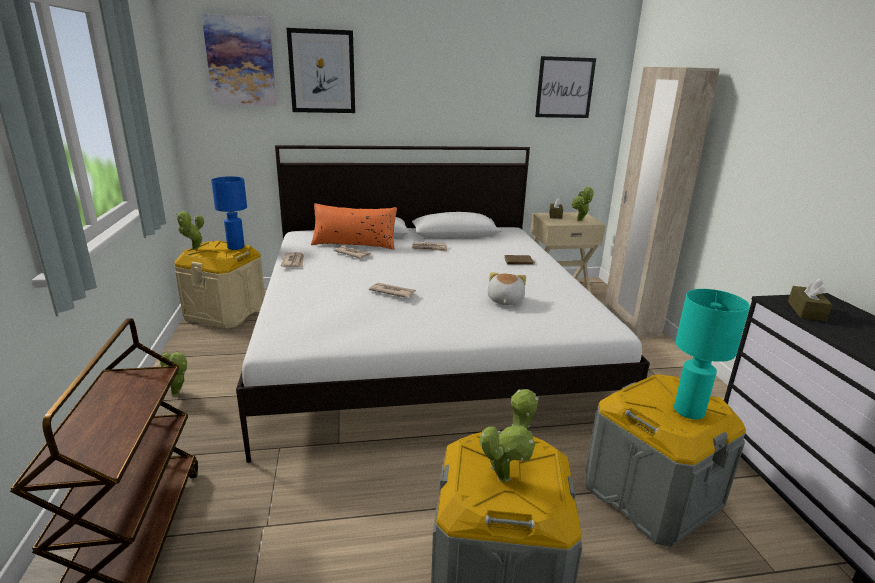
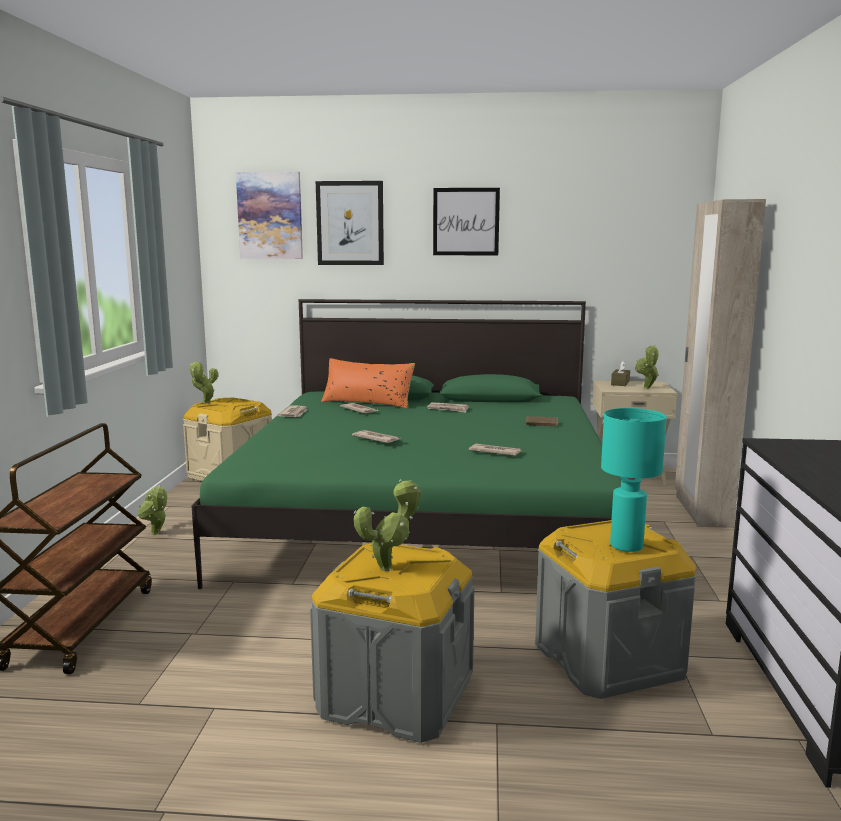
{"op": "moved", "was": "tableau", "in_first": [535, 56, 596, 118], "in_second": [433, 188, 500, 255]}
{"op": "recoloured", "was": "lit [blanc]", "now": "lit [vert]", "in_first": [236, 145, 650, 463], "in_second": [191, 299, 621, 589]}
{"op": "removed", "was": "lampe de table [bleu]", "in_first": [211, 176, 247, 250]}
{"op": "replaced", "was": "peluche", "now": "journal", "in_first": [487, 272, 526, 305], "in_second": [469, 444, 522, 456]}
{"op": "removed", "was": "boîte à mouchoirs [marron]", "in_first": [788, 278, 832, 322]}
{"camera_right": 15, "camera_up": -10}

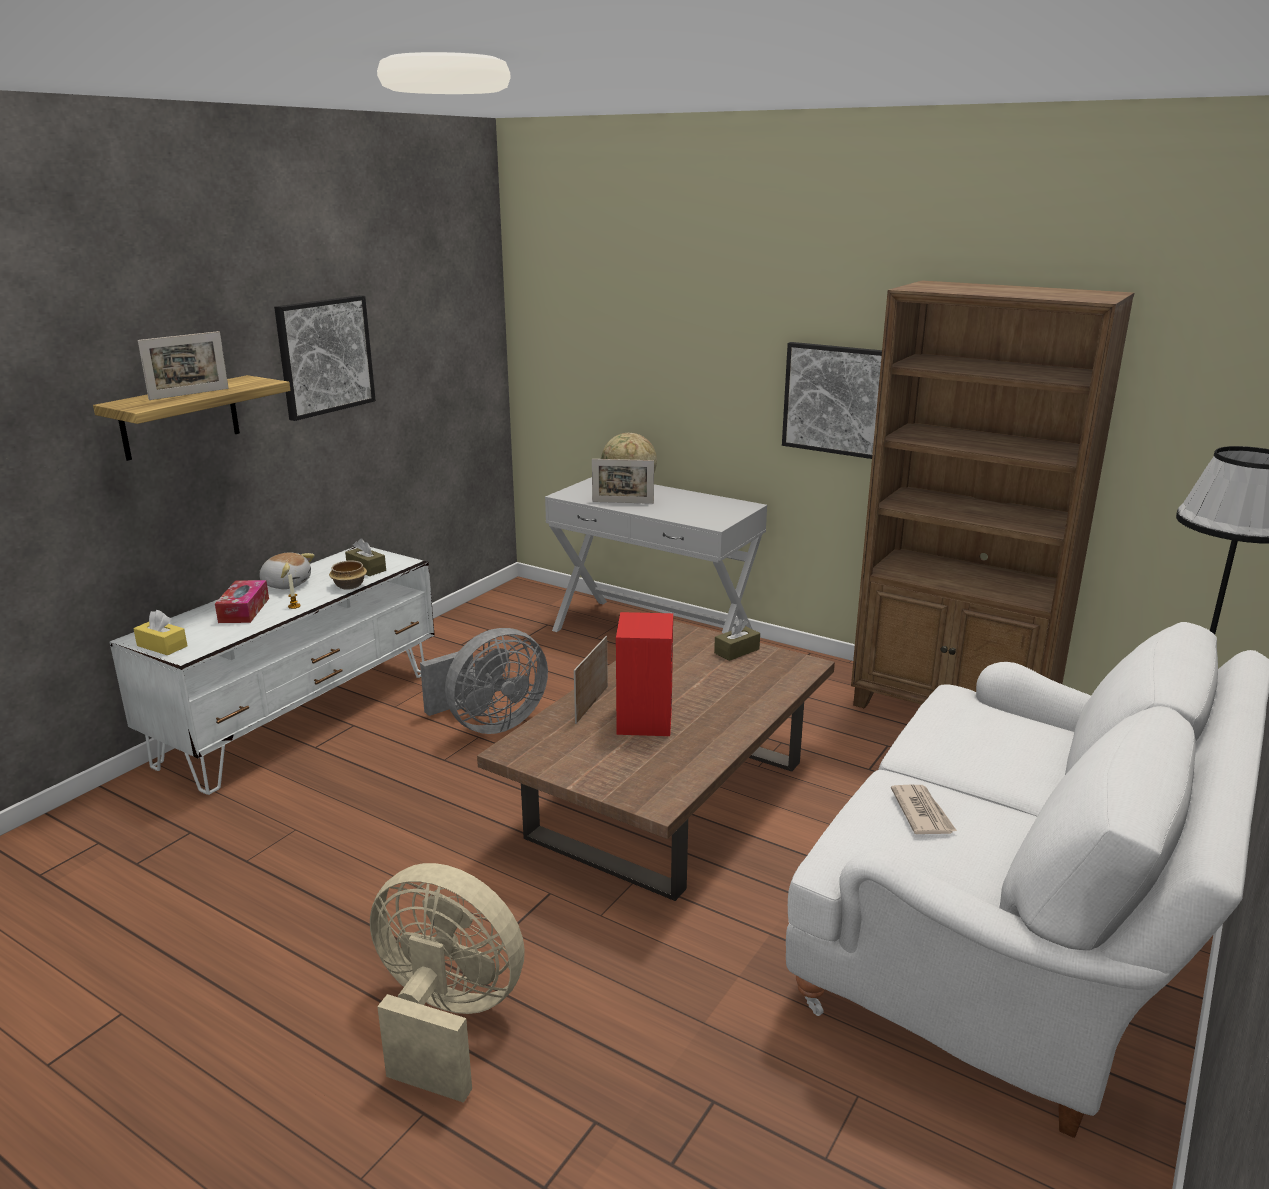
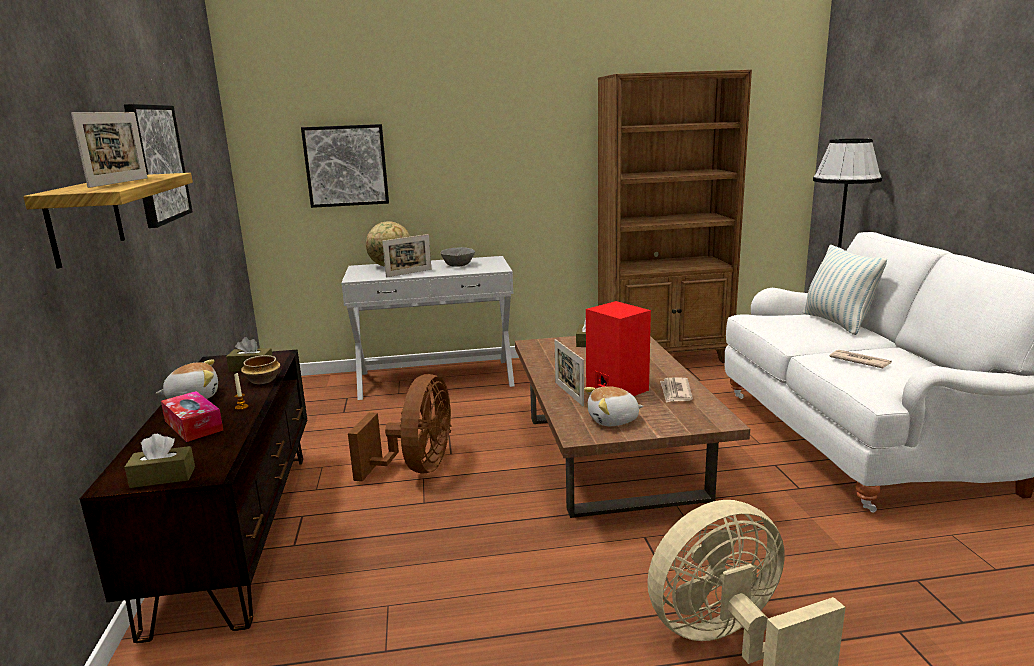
{"op": "moved", "was": "tableau", "in_first": [782, 342, 882, 459], "in_second": [301, 124, 389, 208]}
{"op": "recoloured", "was": "meuble télé [blanc]", "now": "meuble télé [marron]", "in_first": [109, 547, 435, 795], "in_second": [80, 350, 307, 643]}
{"op": "recoloured", "was": "boîte à mouchoirs [jaune]", "now": "boîte à mouchoirs [marron]", "in_first": [133, 610, 187, 655], "in_second": [125, 434, 195, 488]}
{"op": "recoloured", "was": "ventilateur [gris]", "now": "ventilateur [marron]", "in_first": [420, 628, 548, 734], "in_second": [348, 374, 452, 482]}
{"op": "added", "now": "coussin", "in_second": [803, 245, 887, 335]}
{"op": "added", "now": "bol [gris]", "in_second": [440, 247, 475, 267]}
{"op": "added", "now": "journal", "in_second": [660, 377, 693, 403]}
{"op": "added", "now": "peluche", "in_second": [584, 386, 643, 426]}
{"camera_right": -40, "camera_up": -5}

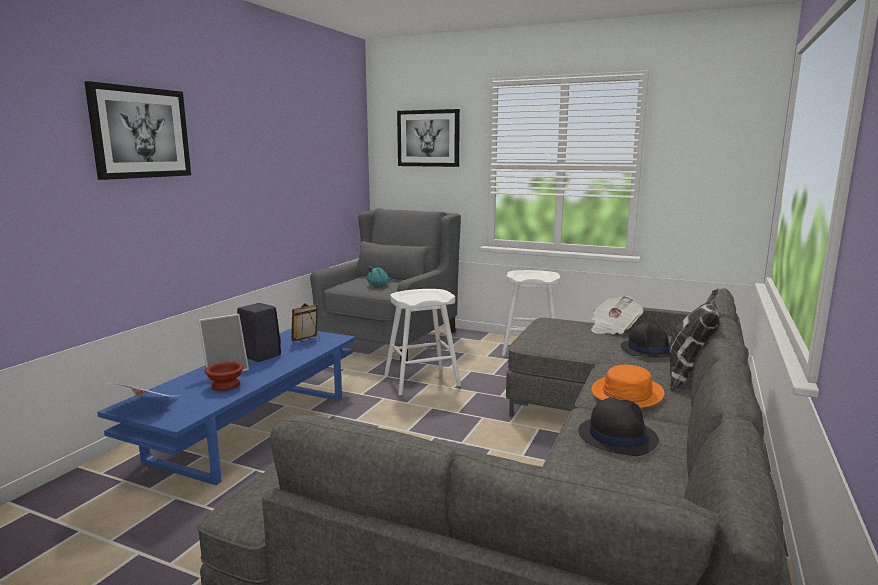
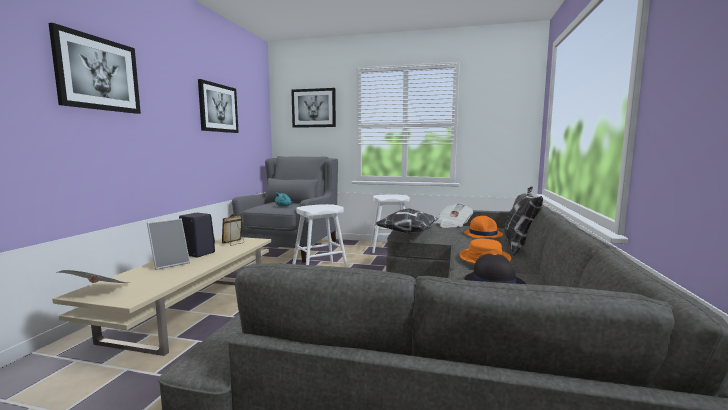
{"op": "recoloured", "was": "chapeau [noir]", "now": "chapeau [orange]", "in_first": [620, 322, 670, 357], "in_second": [464, 216, 503, 238]}
{"op": "recoloured", "was": "table basse [bleu]", "now": "table basse [beige]", "in_first": [97, 328, 356, 485], "in_second": [52, 236, 271, 356]}
{"op": "removed", "was": "bol [marron]", "in_first": [205, 362, 244, 391]}
{"op": "added", "now": "tableau", "in_second": [198, 79, 239, 133]}
{"op": "added", "now": "coussin", "in_second": [376, 208, 439, 234]}
{"camera_right": -10, "camera_up": -5}

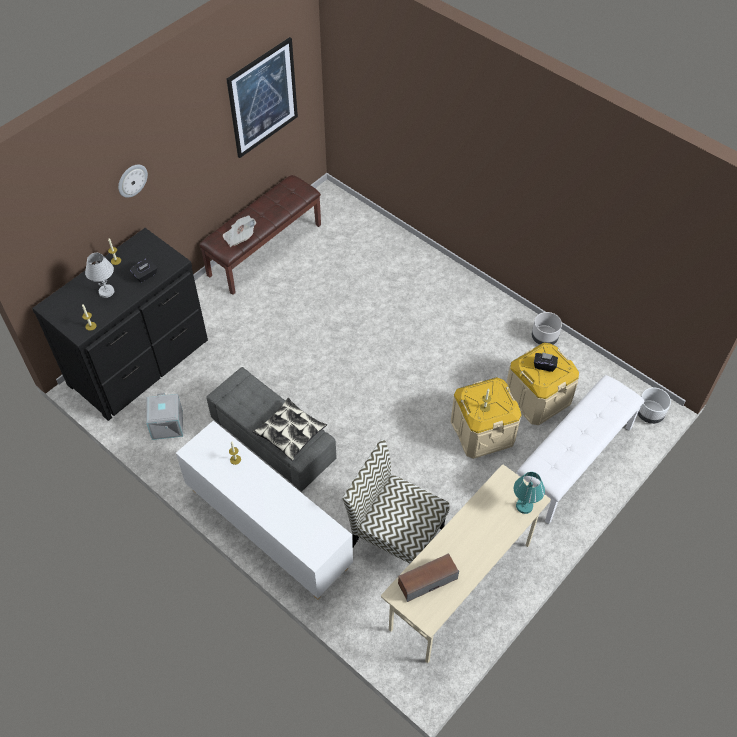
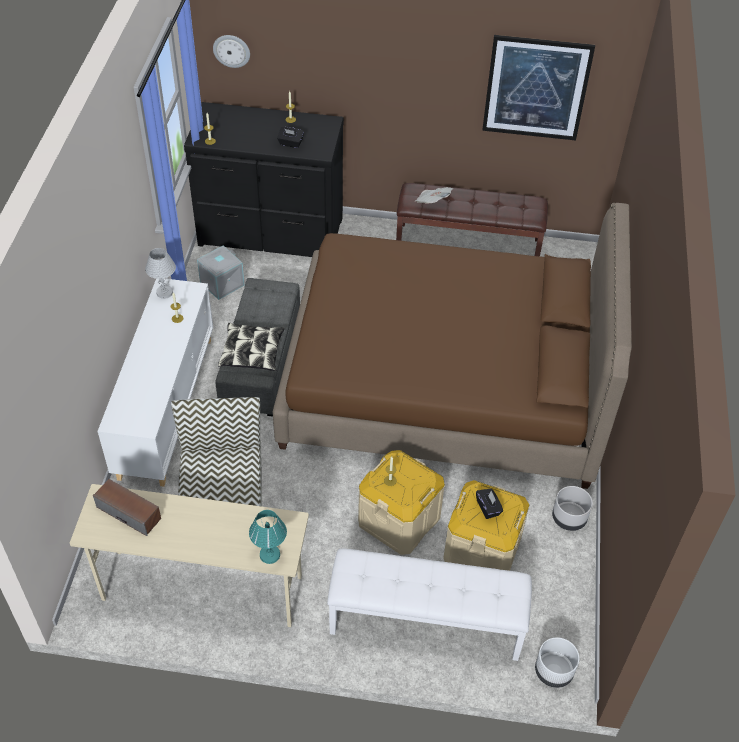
{"op": "moved", "was": "horloge murale", "in_first": [118, 165, 148, 198], "in_second": [213, 35, 250, 68]}
{"op": "moved", "was": "lampe de table [blanc]", "in_first": [85, 253, 114, 298], "in_second": [145, 248, 176, 299]}
{"op": "added", "now": "lit [marron]", "in_second": [273, 203, 632, 489]}
{"camera_right": 55, "camera_up": -5}

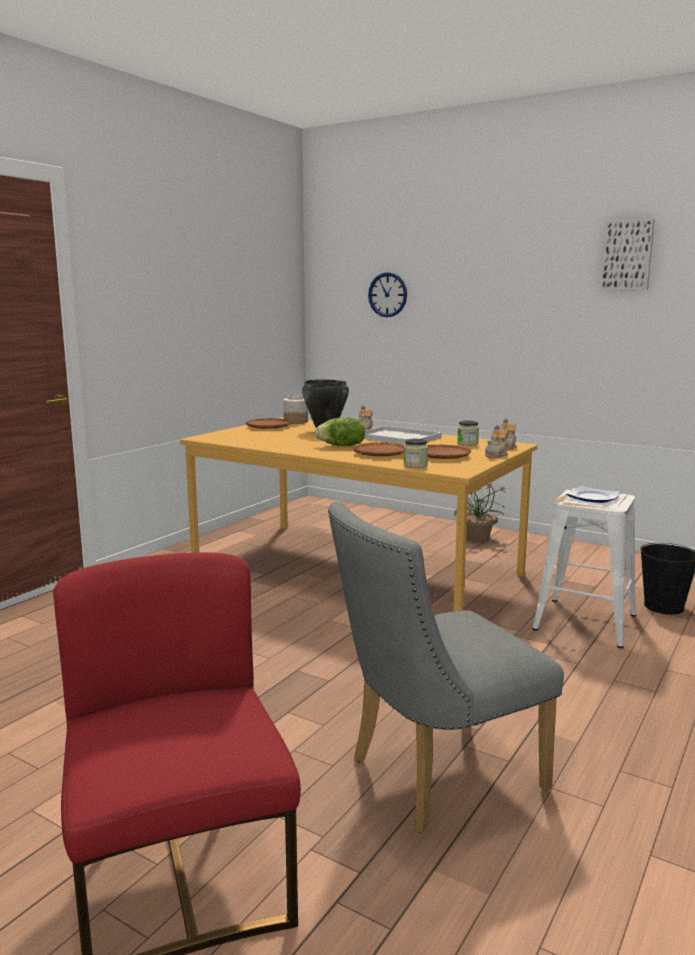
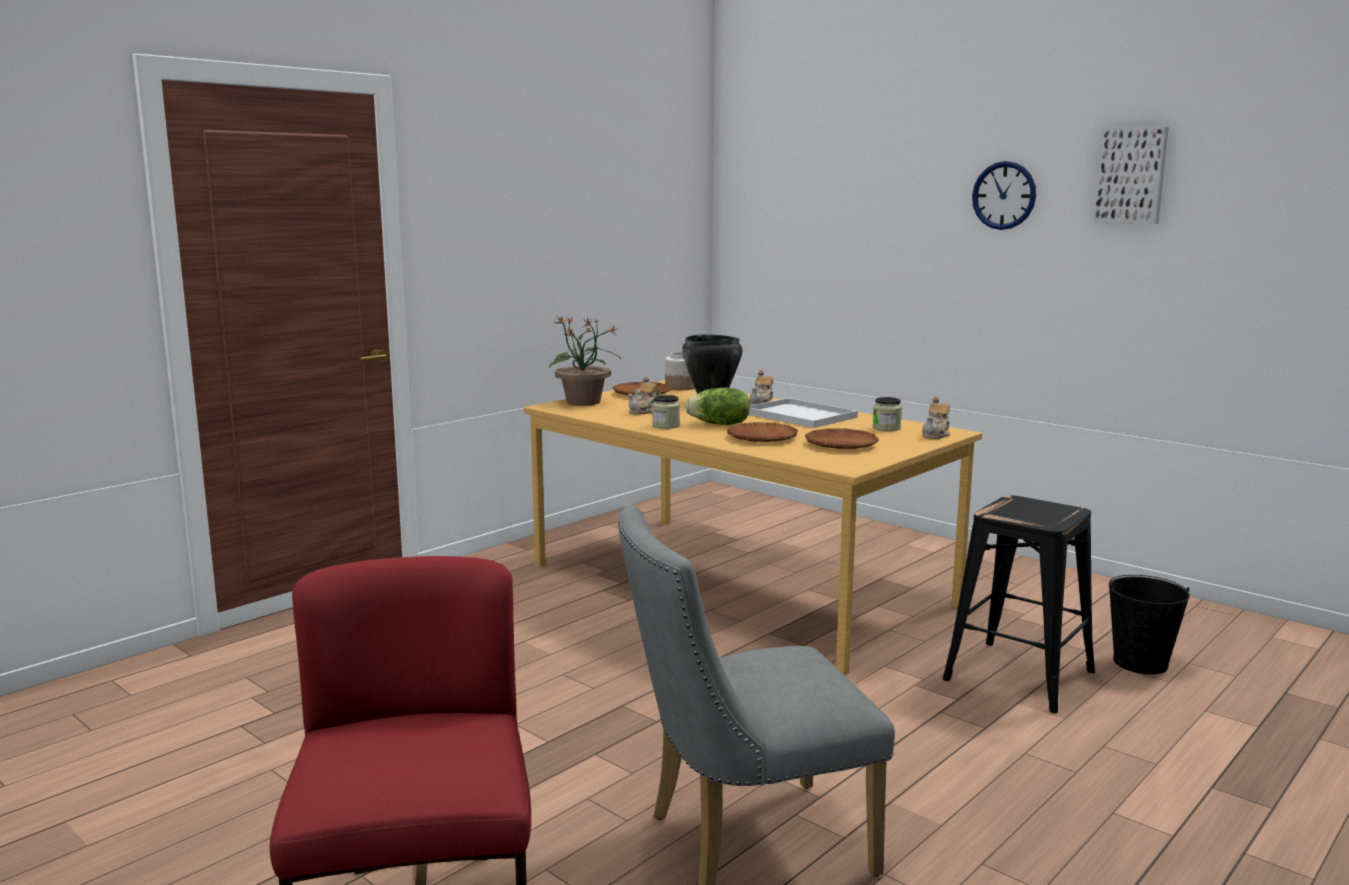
{"op": "moved", "was": "horloge murale", "in_first": [368, 272, 407, 317], "in_second": [972, 161, 1036, 230]}
{"op": "moved", "was": "théière", "in_first": [485, 425, 508, 458], "in_second": [628, 377, 662, 415]}
{"op": "moved", "was": "bocal", "in_first": [404, 439, 428, 468], "in_second": [652, 395, 680, 429]}
{"op": "moved", "was": "plante en pot", "in_first": [454, 483, 507, 542], "in_second": [549, 316, 621, 406]}
{"op": "removed", "was": "assiette", "in_first": [567, 486, 620, 503]}
{"op": "recoloured", "was": "tabouret [blanc]", "now": "tabouret [noir]", "in_first": [532, 488, 636, 648], "in_second": [943, 495, 1095, 713]}
{"camera_right": 10, "camera_up": 0}

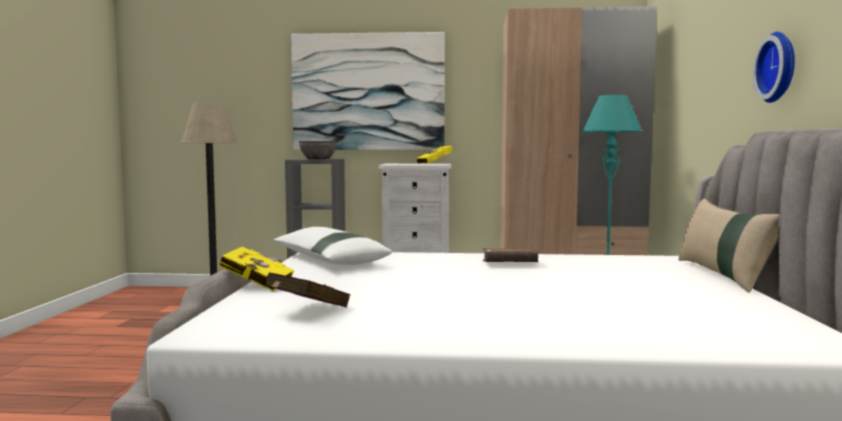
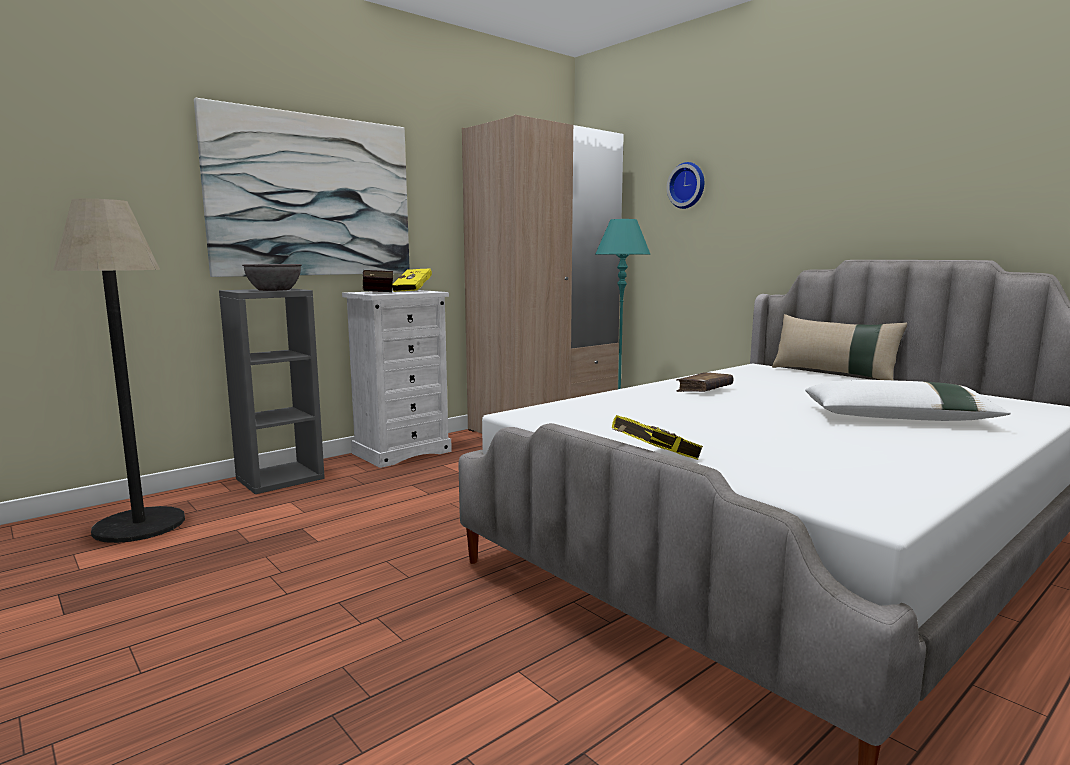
{"op": "moved", "was": "horloge murale", "in_first": [753, 32, 795, 103], "in_second": [667, 162, 704, 209]}
{"op": "moved", "was": "coussin [blanc]", "in_first": [274, 227, 392, 265], "in_second": [805, 380, 1011, 421]}
{"op": "moved", "was": "livre [rouge]", "in_first": [266, 272, 351, 307], "in_second": [363, 270, 393, 292]}
{"camera_right": -45, "camera_up": 5}

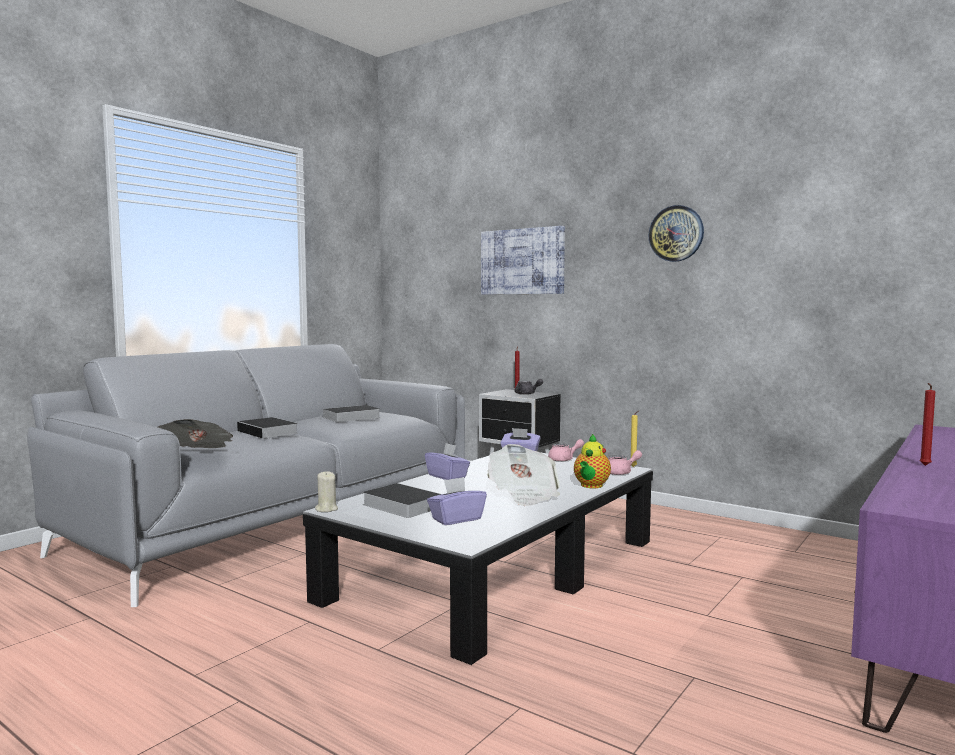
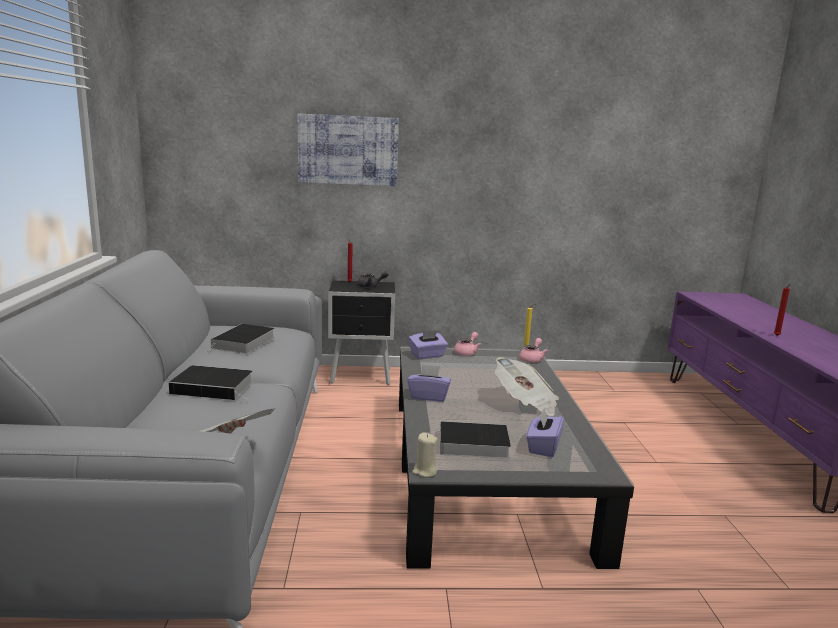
{"op": "removed", "was": "horloge murale", "in_first": [649, 205, 704, 262]}
{"op": "removed", "was": "théière", "in_first": [574, 434, 611, 488]}
{"camera_right": -40, "camera_up": 10}

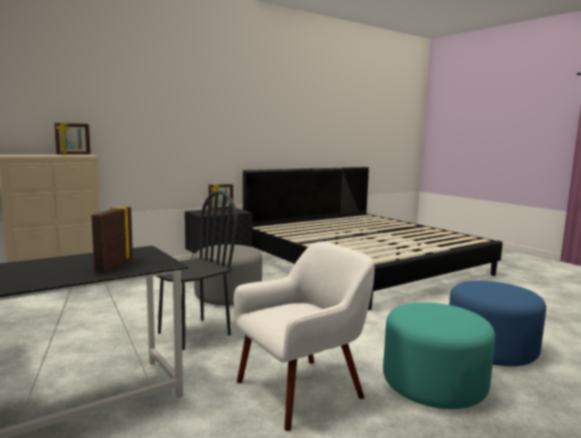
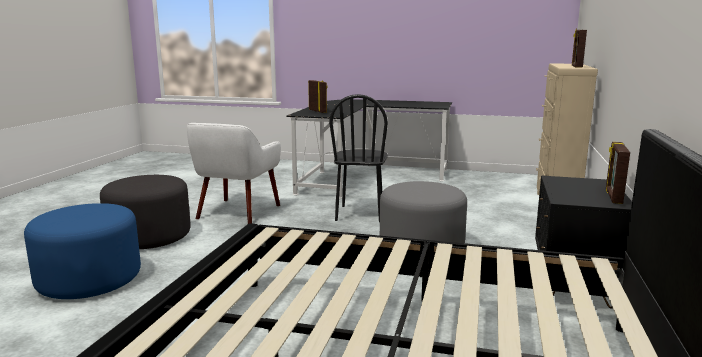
{"op": "recoloured", "was": "pouf [turquoise]", "now": "pouf [gris]", "in_first": [383, 302, 495, 409], "in_second": [100, 175, 191, 249]}
{"camera_right": 140, "camera_up": 5}

